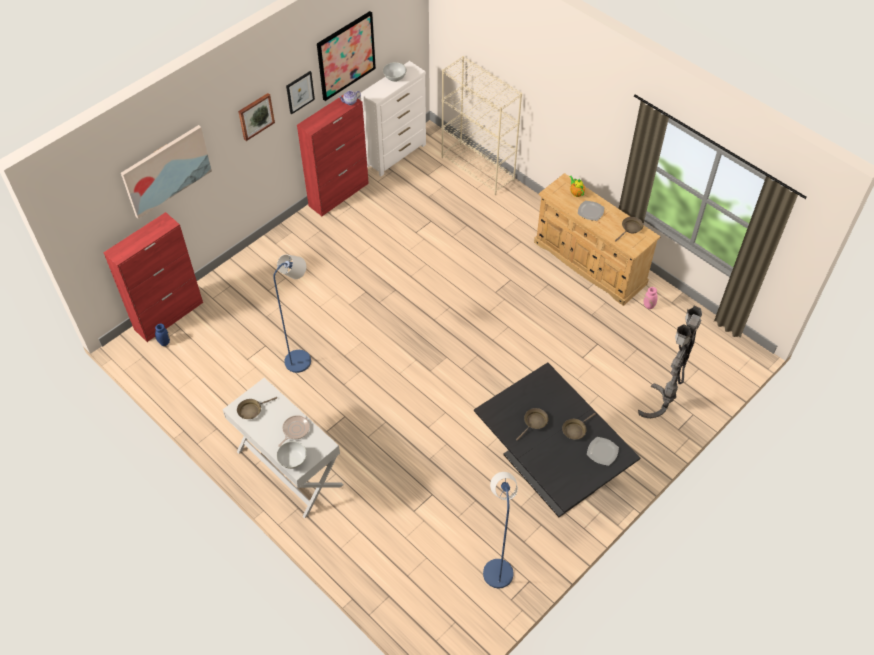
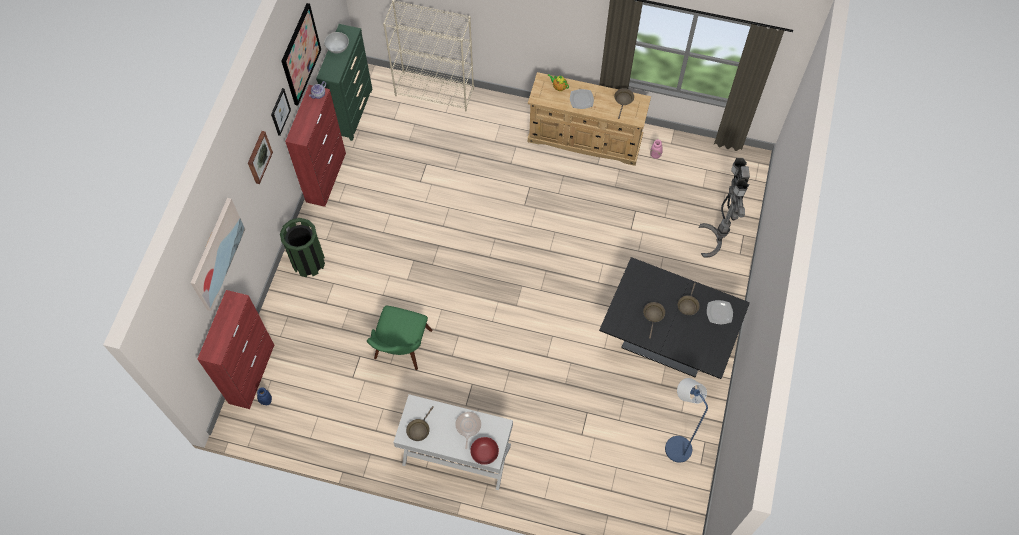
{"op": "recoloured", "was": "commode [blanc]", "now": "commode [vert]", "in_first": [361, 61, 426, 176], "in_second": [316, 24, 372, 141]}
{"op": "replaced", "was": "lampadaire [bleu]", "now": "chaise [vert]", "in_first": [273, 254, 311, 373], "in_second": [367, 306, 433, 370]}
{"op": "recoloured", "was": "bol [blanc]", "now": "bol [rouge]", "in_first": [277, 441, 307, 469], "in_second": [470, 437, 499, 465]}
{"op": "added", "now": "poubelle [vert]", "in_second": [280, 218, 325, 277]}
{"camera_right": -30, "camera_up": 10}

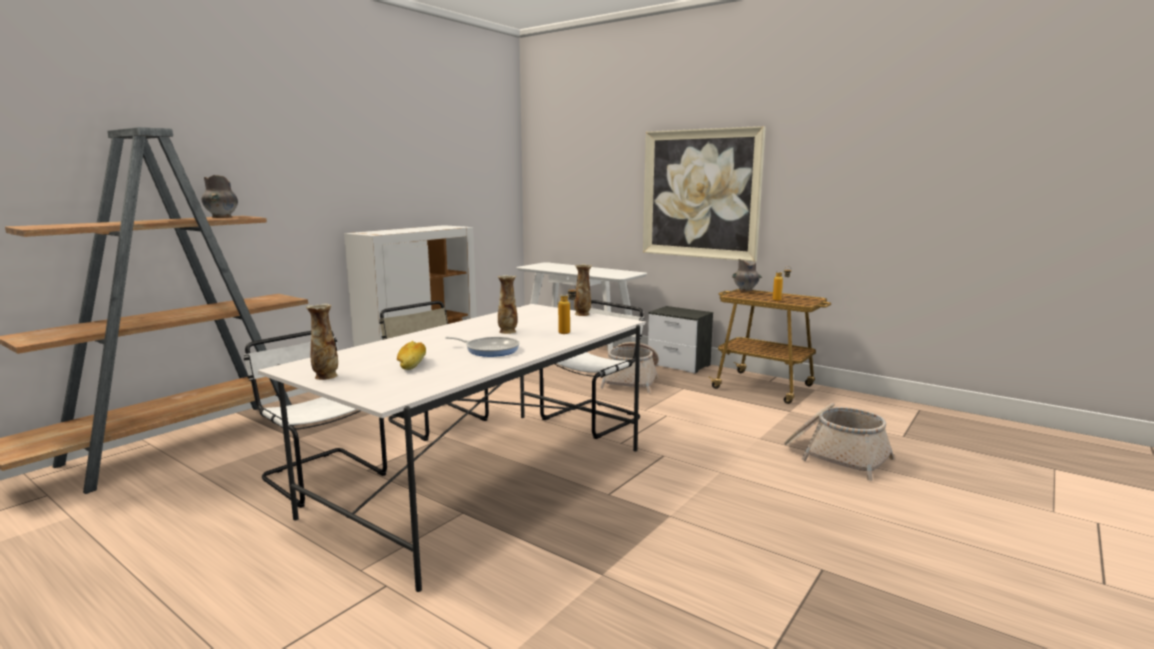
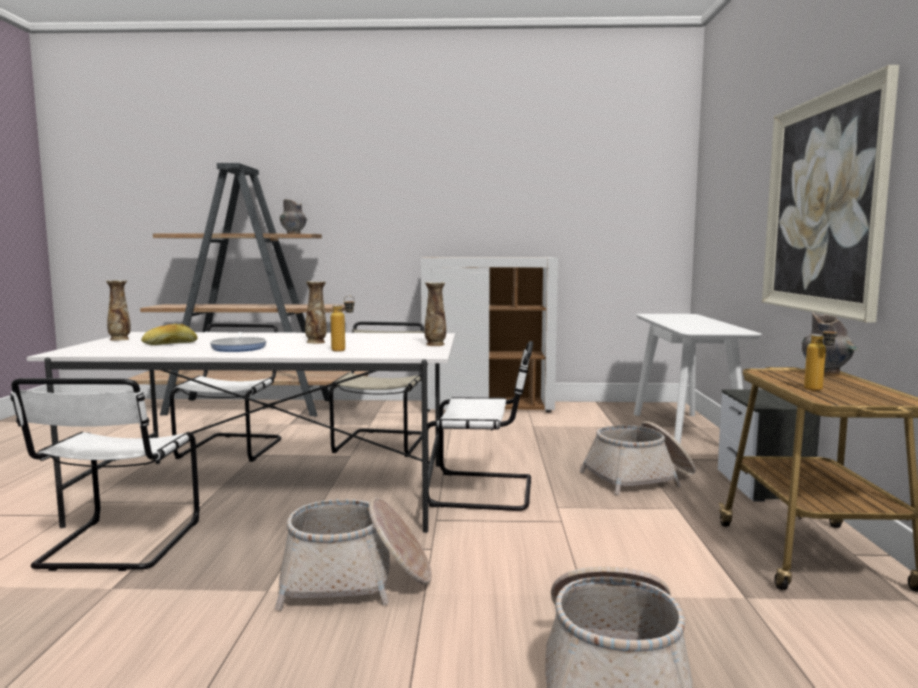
{"op": "added", "now": "chaise [blanc]", "in_second": [10, 378, 199, 571]}
{"op": "added", "now": "panier", "in_second": [275, 498, 432, 610]}
{"camera_right": 55, "camera_up": -5}

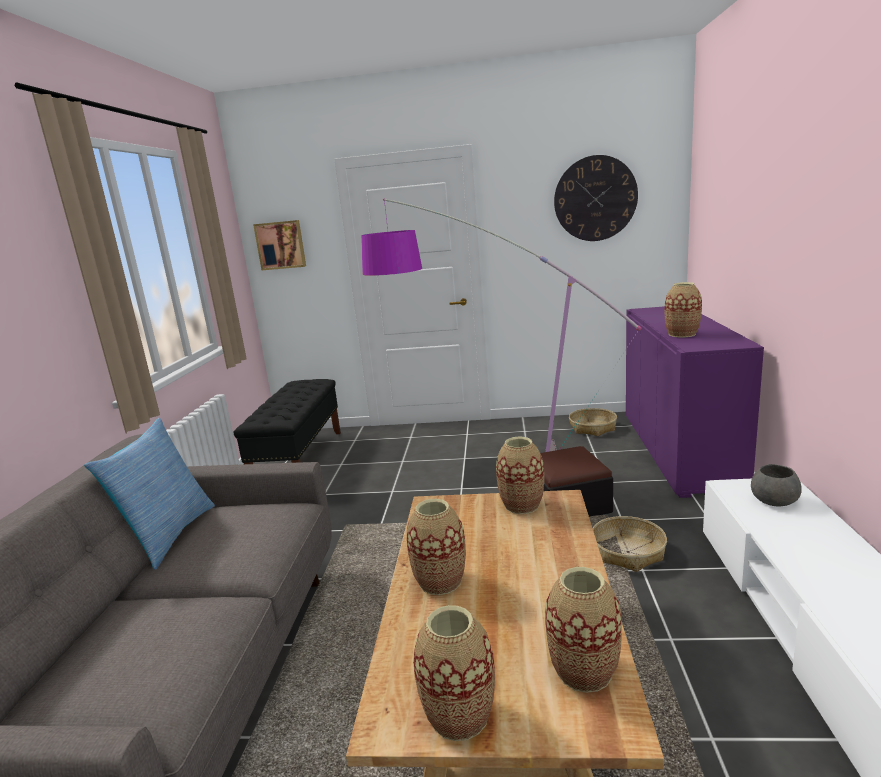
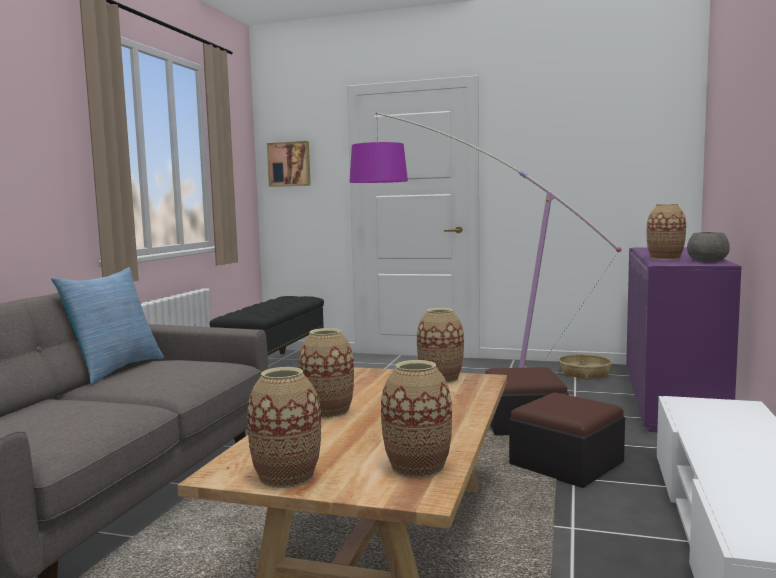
{"op": "removed", "was": "horloge murale", "in_first": [554, 155, 638, 241]}
{"op": "moved", "was": "bol [gris]", "in_first": [751, 464, 802, 506], "in_second": [687, 232, 730, 262]}
{"op": "replaced", "was": "panier", "now": "pouf", "in_first": [593, 516, 667, 572], "in_second": [509, 392, 625, 488]}
{"camera_right": 10, "camera_up": -10}

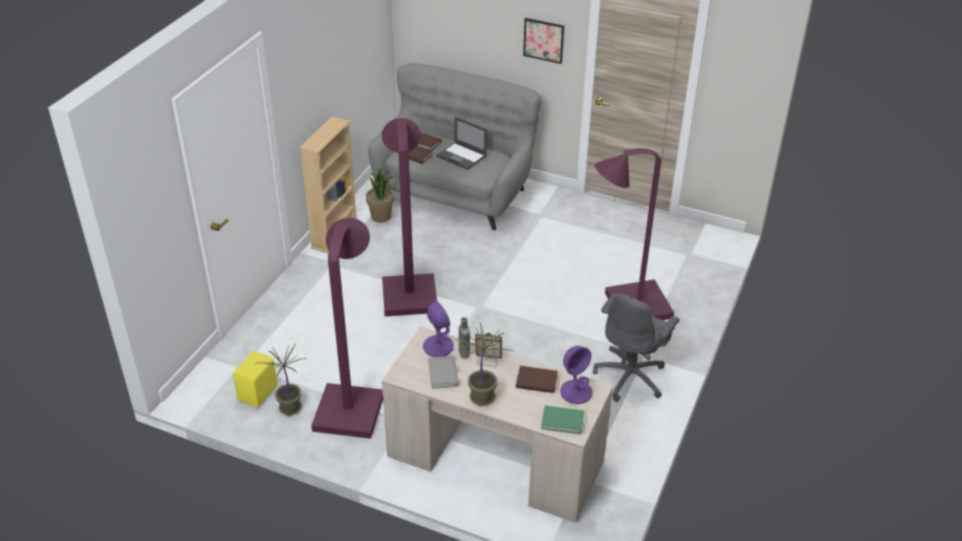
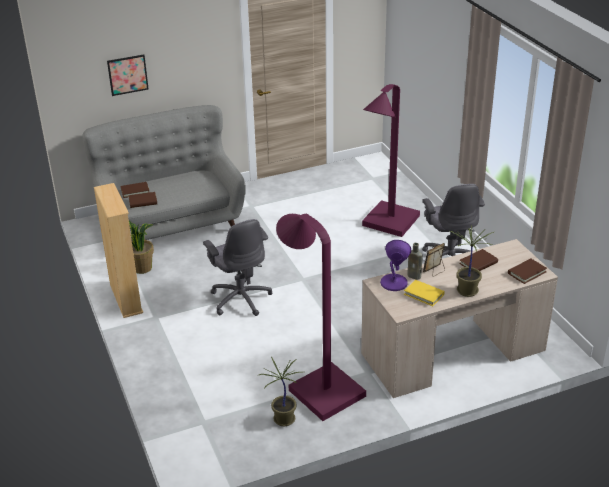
{"op": "moved", "was": "tableau", "in_first": [523, 18, 564, 64], "in_second": [107, 55, 149, 96]}
{"op": "removed", "was": "ordinateur portable", "in_first": [437, 117, 487, 170]}
{"op": "replaced", "was": "lampadaire [violet]", "now": "chaise de bureau [gris]", "in_first": [382, 118, 437, 316], "in_second": [203, 219, 272, 316]}
{"op": "removed", "was": "lampe de table [violet]", "in_first": [560, 346, 593, 404]}
{"op": "removed", "was": "enceinte [jaune]", "in_first": [233, 351, 278, 407]}
{"op": "recoloured", "was": "livre [gris]", "now": "livre [jaune]", "in_first": [428, 356, 459, 389], "in_second": [404, 280, 445, 306]}
{"op": "recoloured", "was": "livre [vert]", "now": "livre [marron]", "in_first": [541, 406, 584, 434], "in_second": [508, 258, 547, 284]}
{"camera_right": -45, "camera_up": -5}

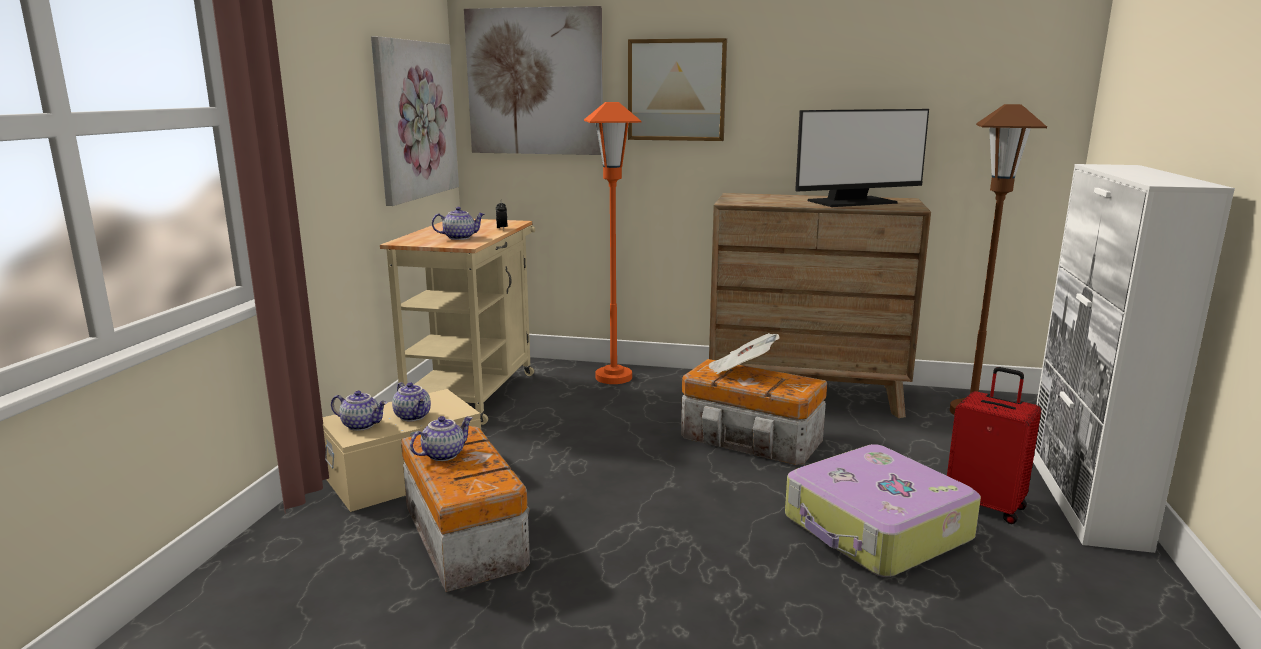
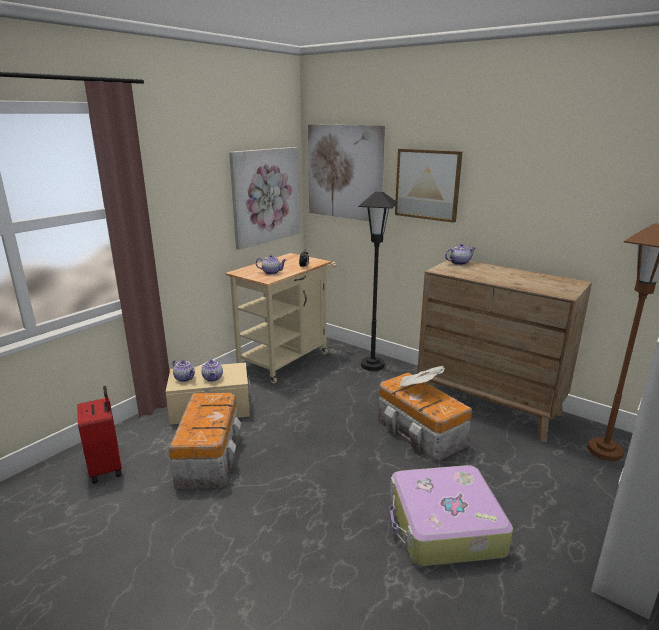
{"op": "recoloured", "was": "lampadaire [orange]", "now": "lampadaire [noir]", "in_first": [584, 102, 642, 384], "in_second": [358, 192, 397, 371]}
{"op": "removed", "was": "écran d'ordinateur", "in_first": [795, 109, 929, 207]}
{"op": "moved", "was": "valise [rouge]", "in_first": [947, 367, 1041, 524], "in_second": [77, 386, 122, 484]}
{"op": "moved", "was": "théière", "in_first": [410, 416, 473, 461], "in_second": [445, 244, 475, 265]}
{"camera_right": 25, "camera_up": 5}

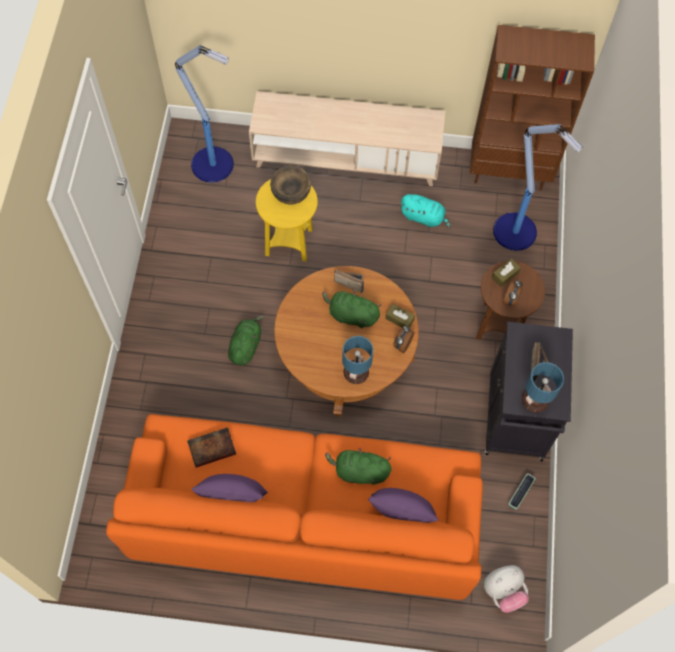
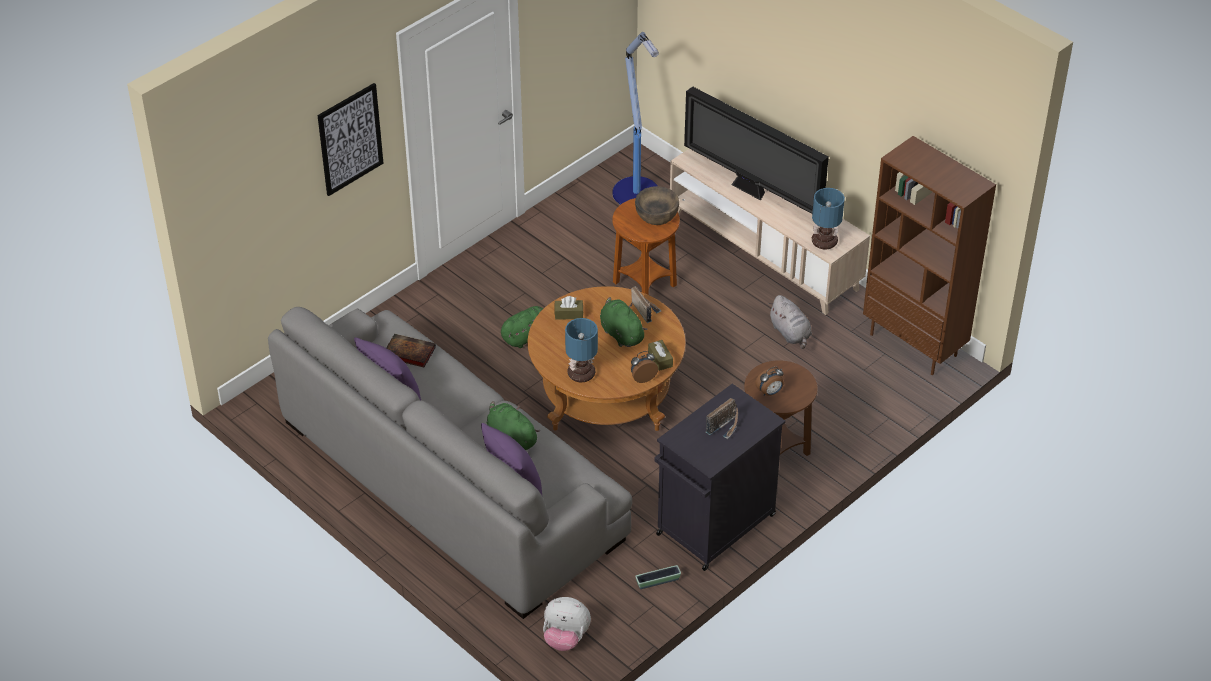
{"op": "removed", "was": "lampadaire", "in_first": [493, 124, 583, 251]}
{"op": "recoloured", "was": "table d'appoint [jaune]", "now": "table d'appoint [marron]", "in_first": [256, 179, 318, 262], "in_second": [612, 198, 680, 295]}
{"op": "recoloured", "was": "peluche [turquoise]", "now": "peluche [gris]", "in_first": [400, 194, 451, 229], "in_second": [768, 295, 812, 349]}
{"op": "moved", "was": "boîte à mouchoirs [marron]", "in_first": [492, 259, 521, 287], "in_second": [554, 296, 583, 320]}
{"op": "moved", "was": "lampe de table", "in_first": [522, 362, 564, 413], "in_second": [812, 188, 845, 250]}
{"op": "recoloured", "was": "canapé [orange]", "now": "canapé [gris]", "in_first": [106, 414, 483, 600], "in_second": [268, 307, 632, 619]}
{"op": "added", "now": "tableau", "in_second": [317, 83, 384, 196]}
{"op": "added", "now": "téléviseur", "in_second": [684, 86, 829, 214]}
{"camera_right": 40, "camera_up": -20}

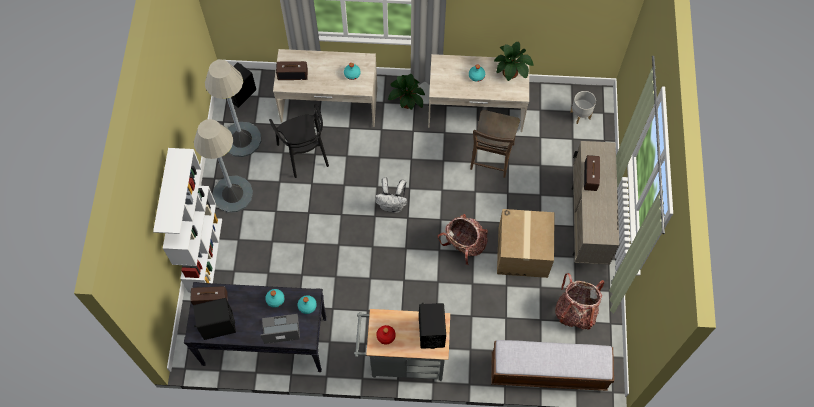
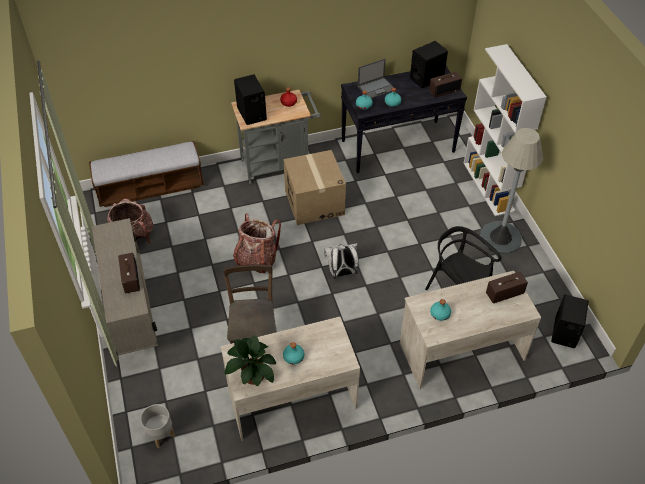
{"op": "removed", "was": "lampadaire [gris]", "in_first": [205, 60, 261, 157]}
{"op": "removed", "was": "plante en pot", "in_first": [388, 74, 425, 110]}
{"op": "moved", "was": "carton", "in_first": [497, 209, 555, 278], "in_second": [283, 150, 346, 225]}
{"camera_right": 160, "camera_up": -15}

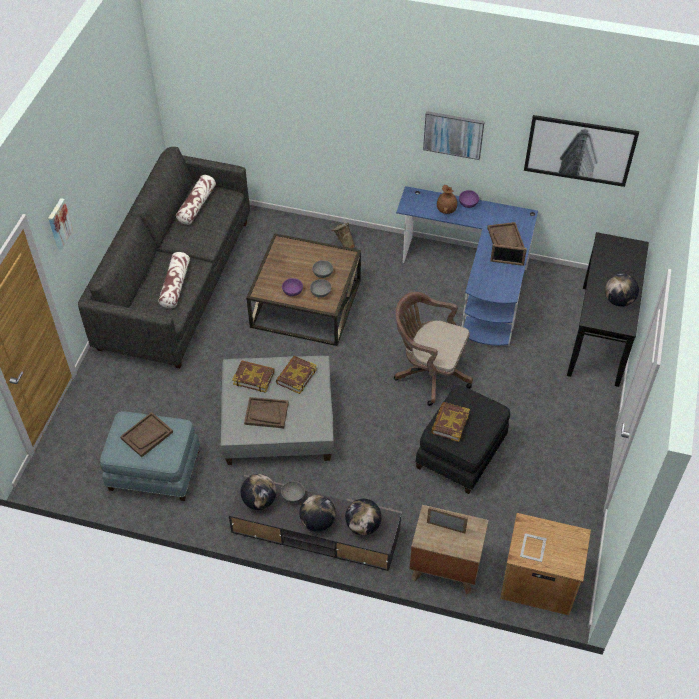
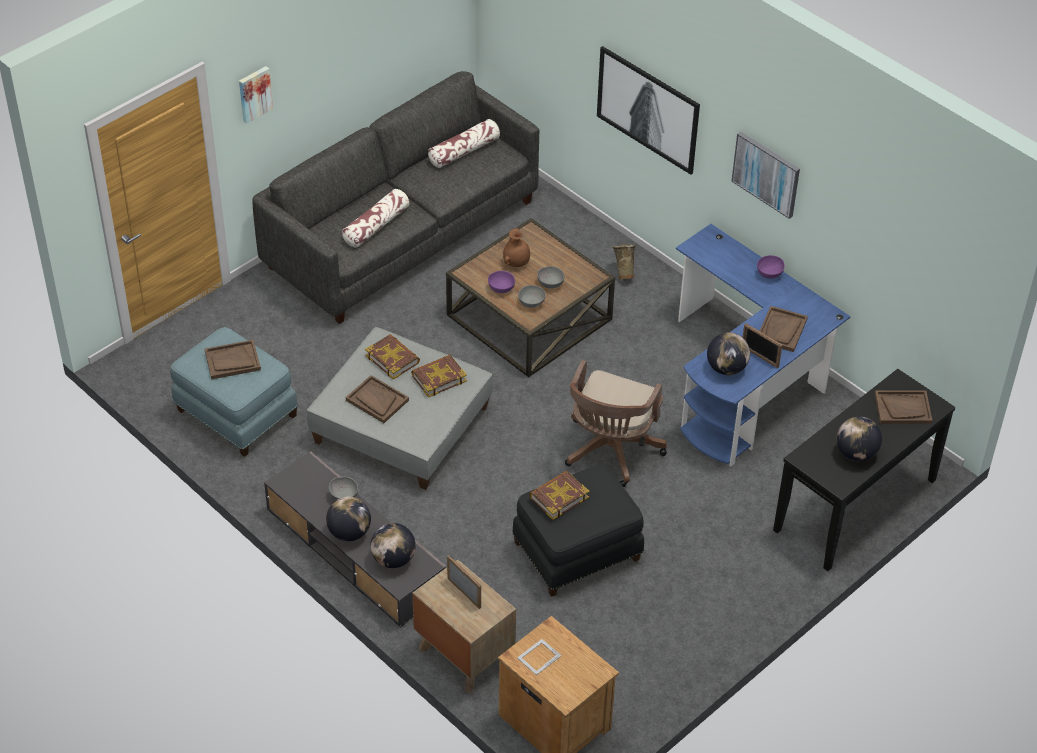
{"op": "moved", "was": "tableau", "in_first": [524, 115, 639, 187], "in_second": [597, 46, 700, 175]}
{"op": "moved", "was": "vase [marron]", "in_first": [437, 185, 457, 214], "in_second": [503, 228, 530, 267]}
{"op": "turned", "was": "chaise de bureau [marron]", "in_first": [394, 292, 473, 406], "in_second": [565, 360, 667, 487], "clockwise": -120}
{"op": "moved", "was": "globe", "in_first": [241, 474, 276, 510], "in_second": [707, 332, 750, 375]}
{"op": "added", "now": "plateau [marron]", "in_second": [875, 390, 933, 424]}
{"camera_right": 30, "camera_up": -5}

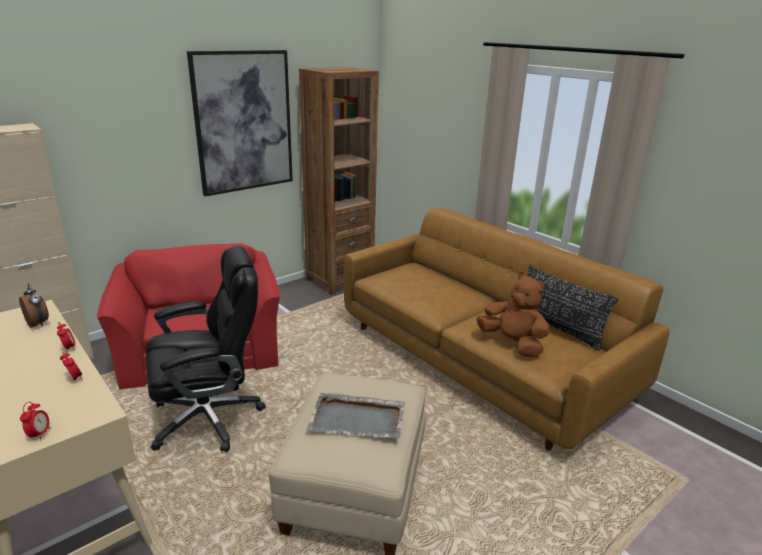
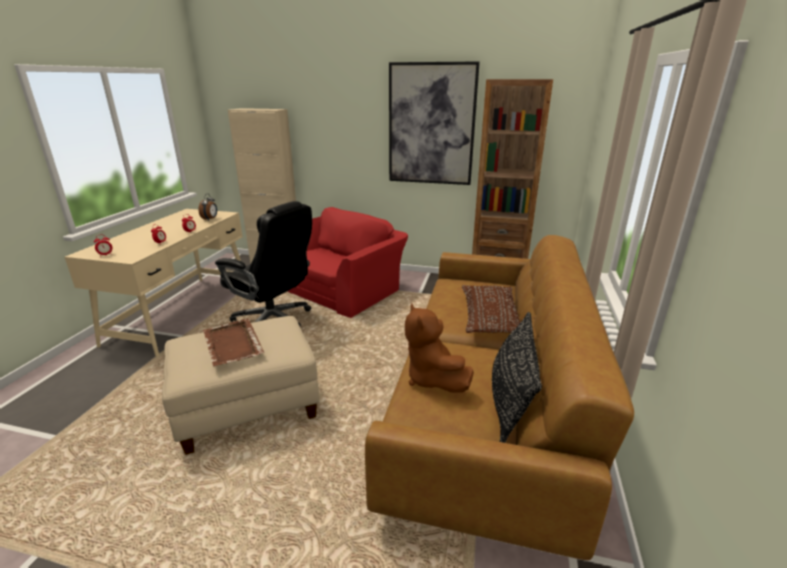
{"op": "turned", "was": "peluche [marron]", "in_first": [477, 272, 549, 357], "in_second": [405, 304, 474, 393], "clockwise": 150}
{"op": "recoloured", "was": "plateau [gris]", "now": "plateau [marron]", "in_first": [306, 393, 405, 438], "in_second": [203, 318, 264, 366]}
{"op": "added", "now": "coussin [marron]", "in_second": [462, 285, 521, 333]}
{"camera_right": 55, "camera_up": 0}

